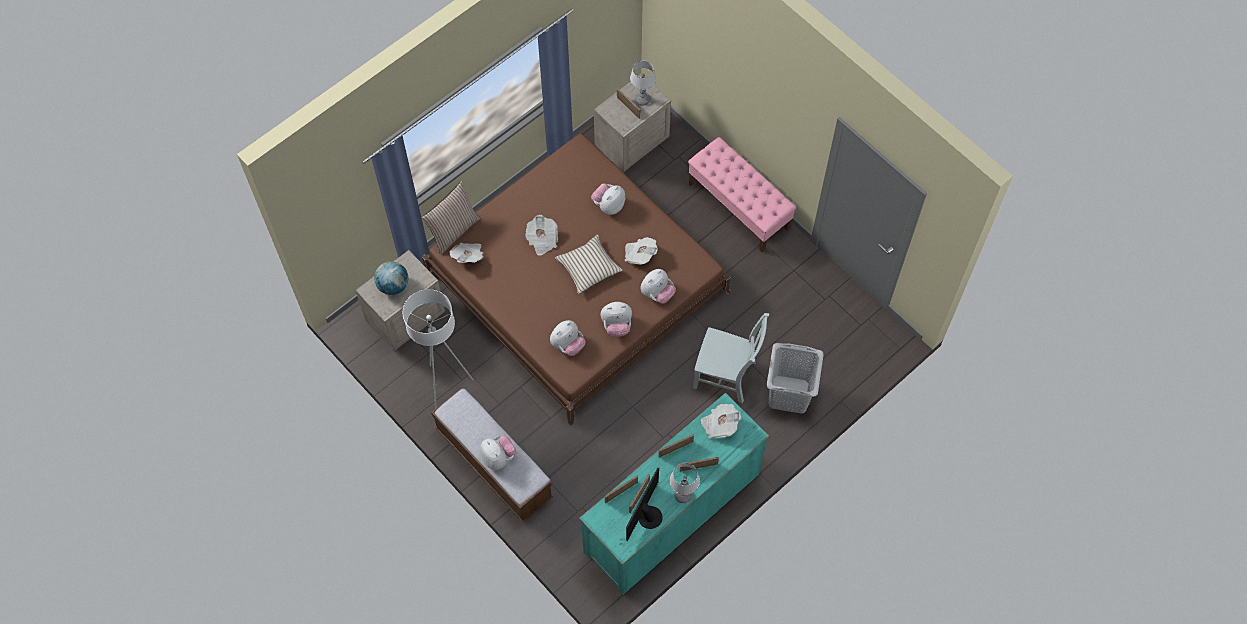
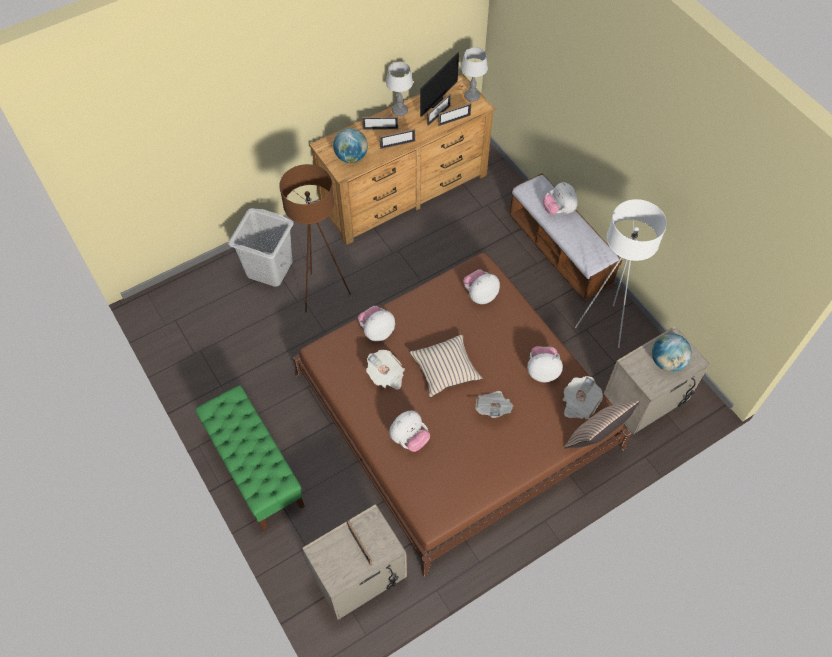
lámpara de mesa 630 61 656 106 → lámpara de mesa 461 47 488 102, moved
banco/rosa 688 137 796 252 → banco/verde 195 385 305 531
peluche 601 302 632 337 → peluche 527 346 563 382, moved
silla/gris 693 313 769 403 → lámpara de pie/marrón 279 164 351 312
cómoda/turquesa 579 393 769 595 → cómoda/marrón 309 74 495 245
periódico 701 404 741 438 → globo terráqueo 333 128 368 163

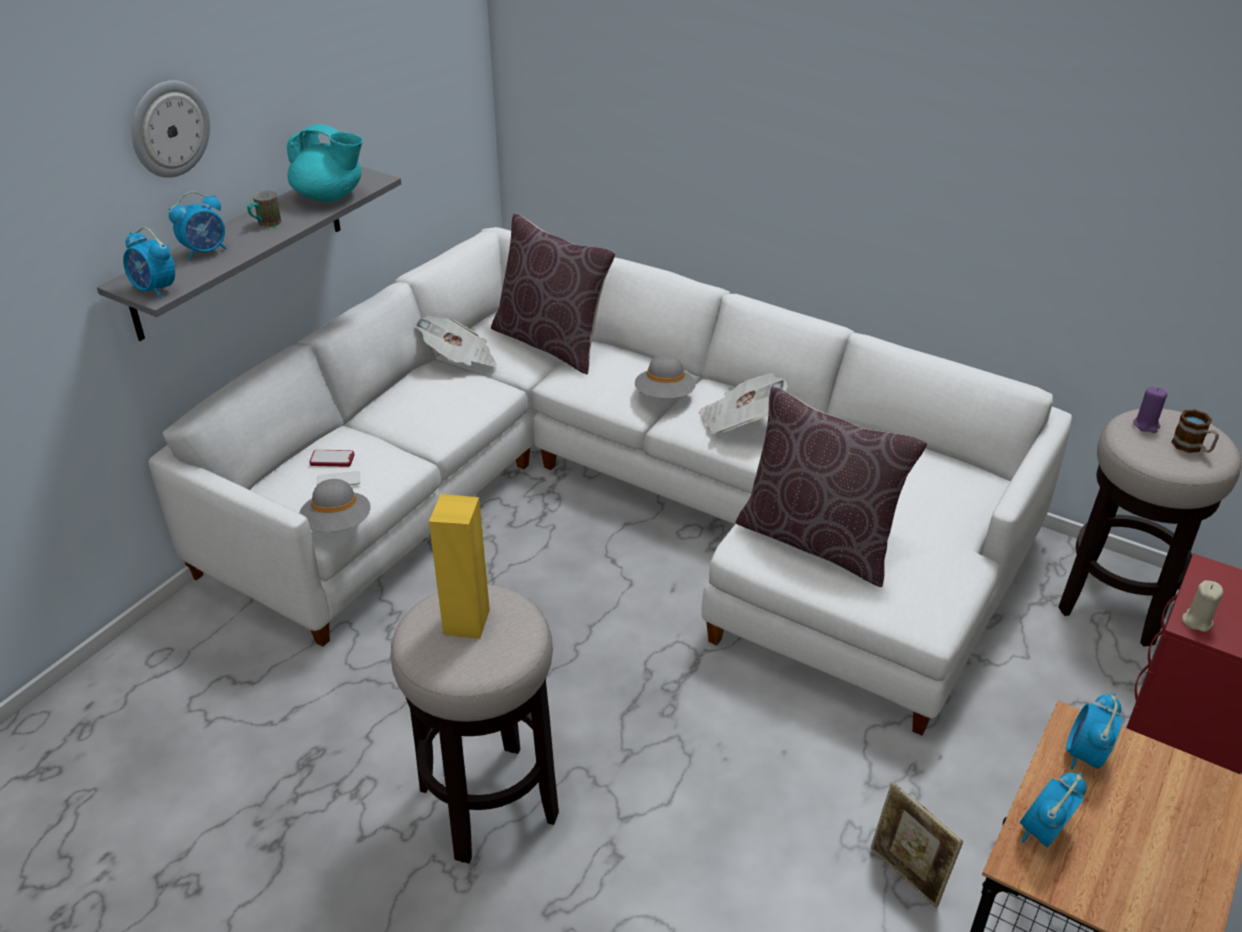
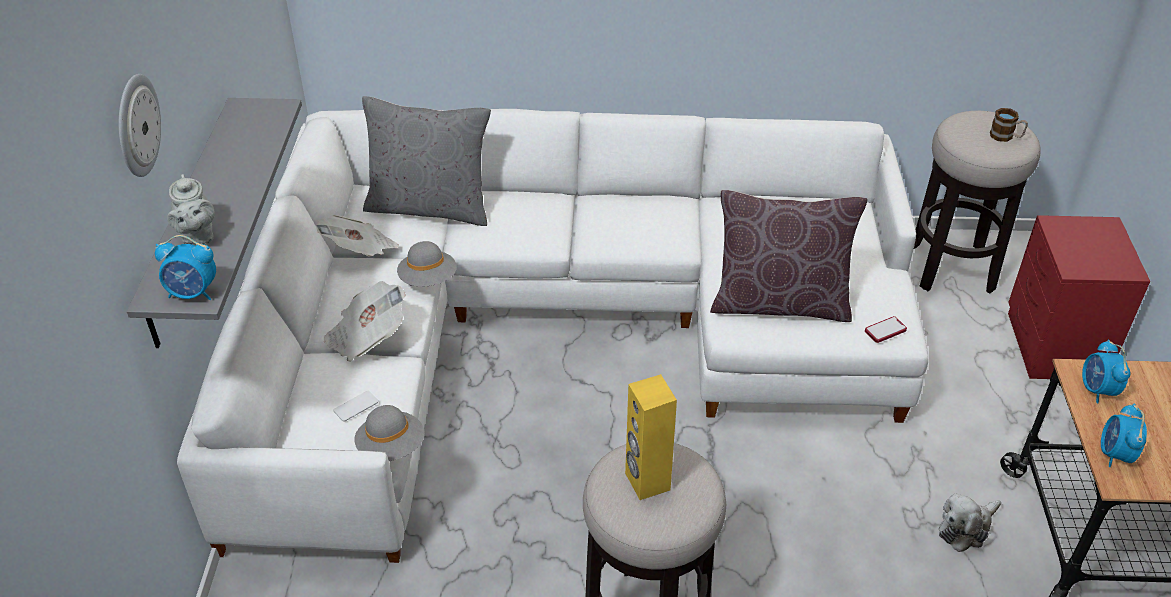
tetera/turquesa 287 124 363 202 → -
taza grande 247 191 281 228 → -
despertador 169 192 227 261 → tetera/gris 167 174 215 245
cojín/marrón 491 213 615 374 → cojín/gris 362 96 491 226
sombrero/gris 635 355 696 399 → sombrero/gris 397 241 457 287, moved
periódico 699 373 788 435 → periódico 324 281 406 362, moved
vela/morado 1133 387 1167 433 → -
móvil 309 450 354 467 → móvil 865 316 907 343, moved
vela/beis 1182 580 1223 632 → -
portarretratos 870 782 963 908 → peluche 939 493 1001 552

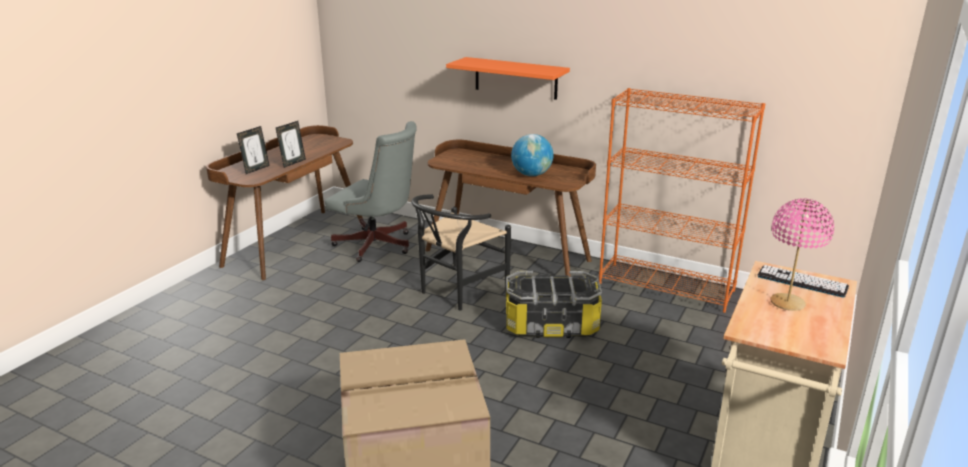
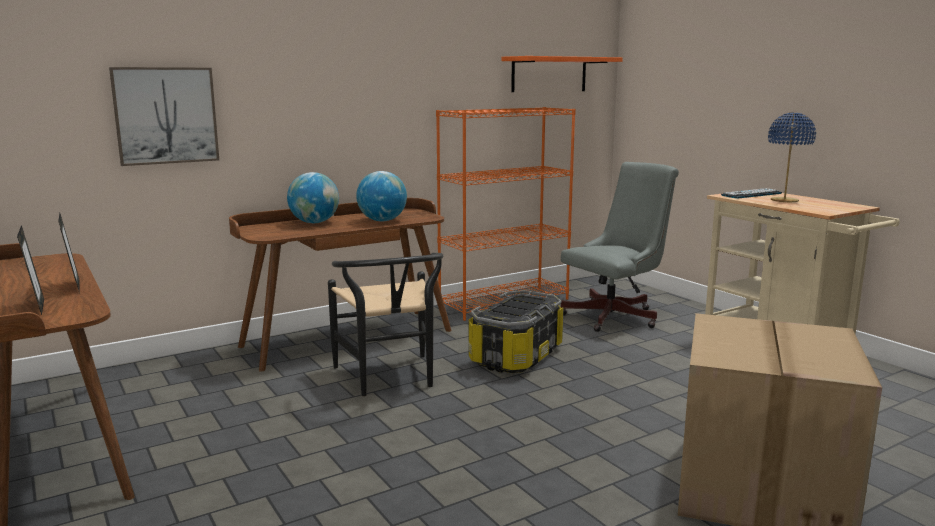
estante/naranja 446 57 570 100 → estante/naranja 501 56 623 92, moved
silla de oficina/gris 325 121 417 262 → silla de oficina/gris 561 162 679 332, moved
lámpara de mesa/rosa 770 198 834 311 → lámpara de mesa/azul 768 112 816 202
- → cuadro 109 67 219 166
- → globo terráqueo 287 172 339 223

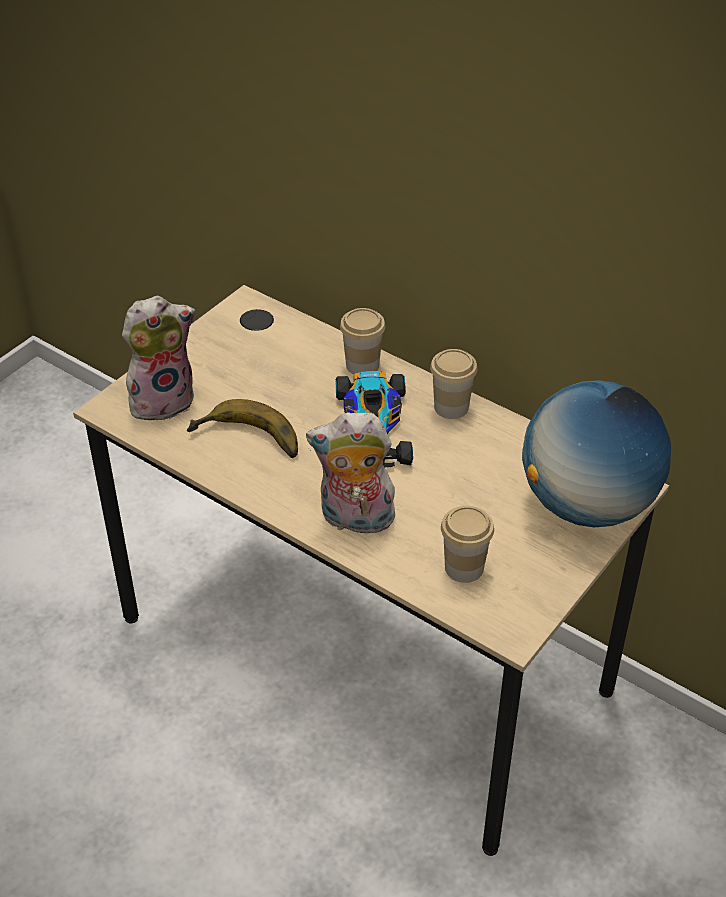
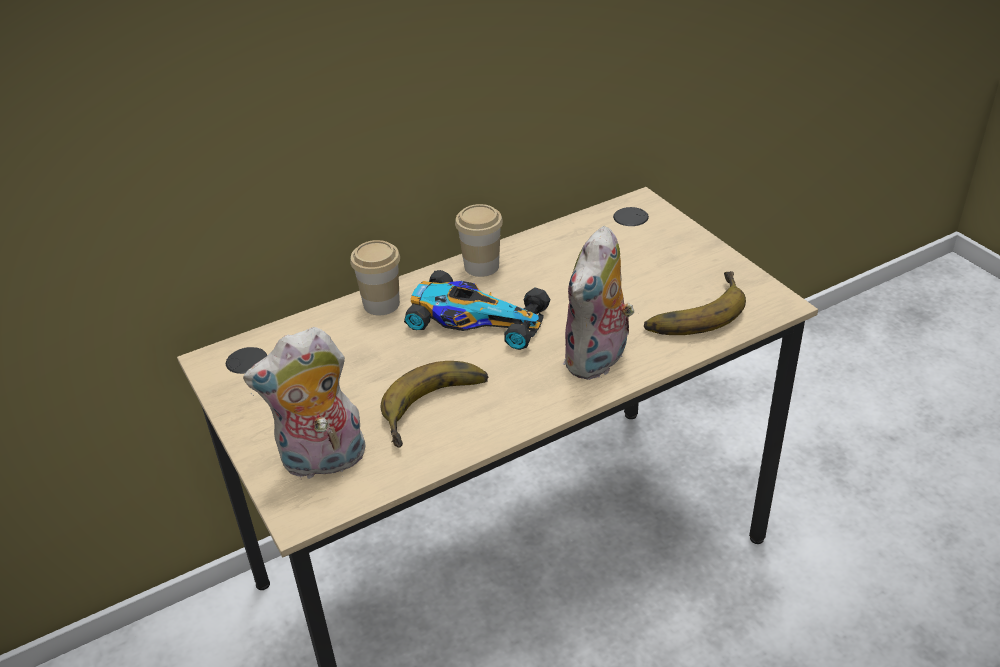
peluche 122 296 196 420 → peluche 243 327 366 479, 105 degrees counterclockwise
globo terráqueo 522 380 671 527 → -
taza 441 506 494 583 → plátano 644 271 746 335

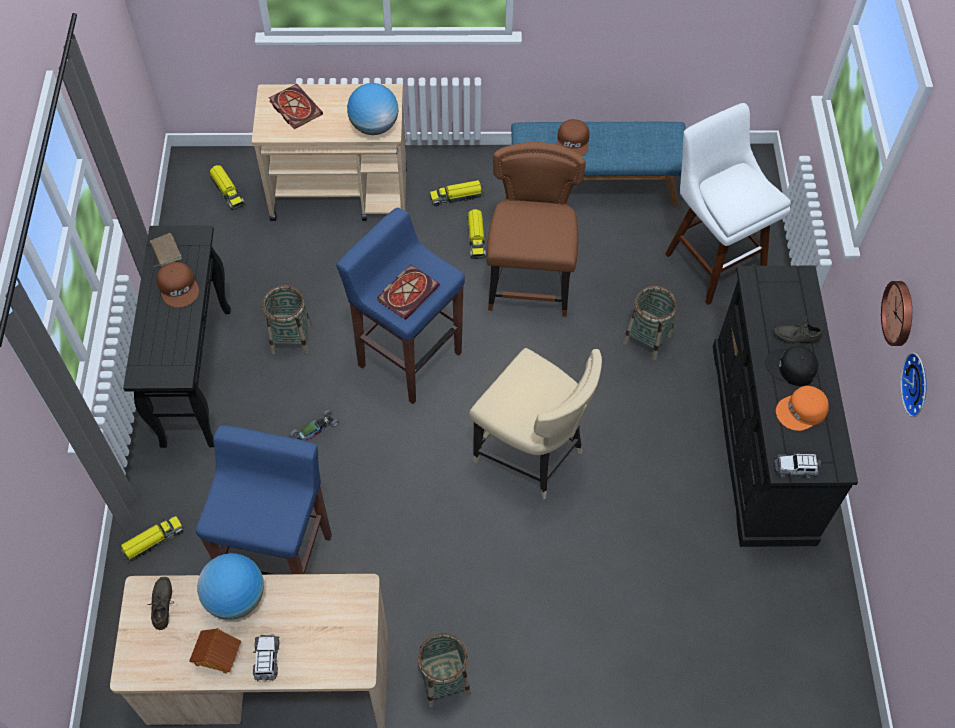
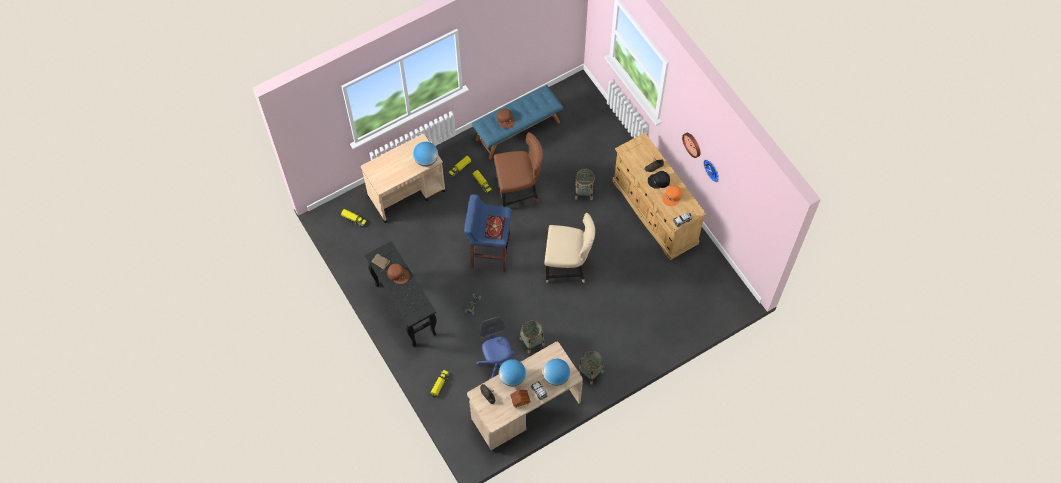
libro 269 84 323 129 → -
taburete/blanco 665 103 791 305 → -
silla/marrón 487 142 586 317 → silla/marrón 494 132 543 207, 105 degrees clockwise
cómoda/negro 713 265 858 547 → cómoda/beis 612 132 707 260
cesta 262 285 312 355 → cesta 520 320 545 354, moved
taburete/azul 196 425 332 575 → silla de oficina/azul 477 316 515 380
- → globo terráqueo 543 359 570 386

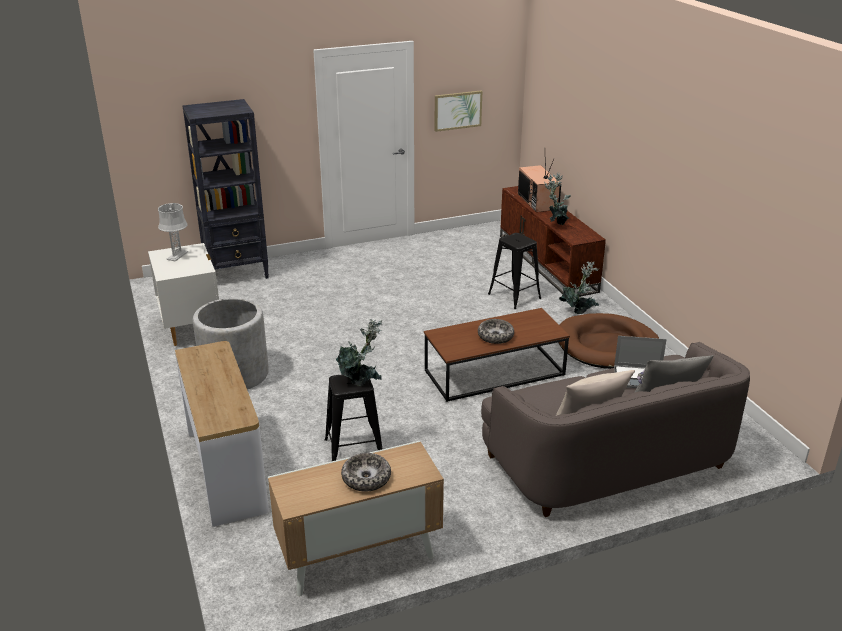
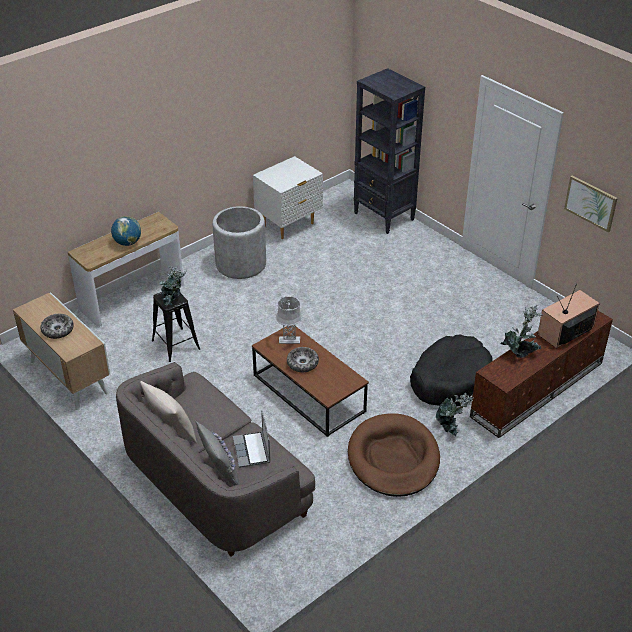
lámpara de mesa/gris 158 203 188 262 → lámpara de mesa/gris 276 296 302 344, moved
taburete/negro 488 233 541 309 → cama para perro/negro 410 334 493 406
- → globo terráqueo 111 216 141 246

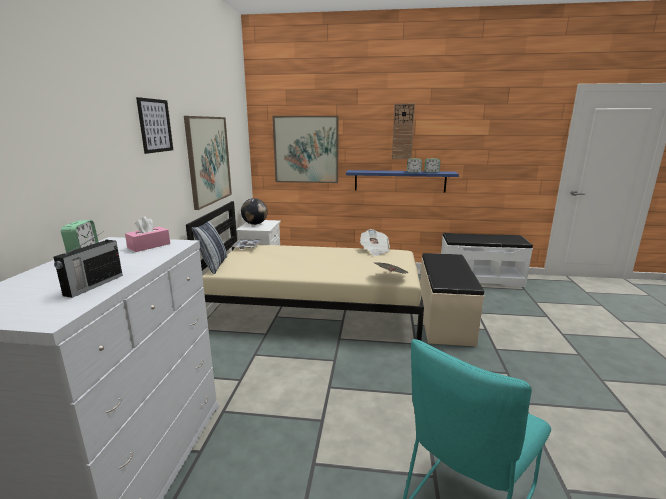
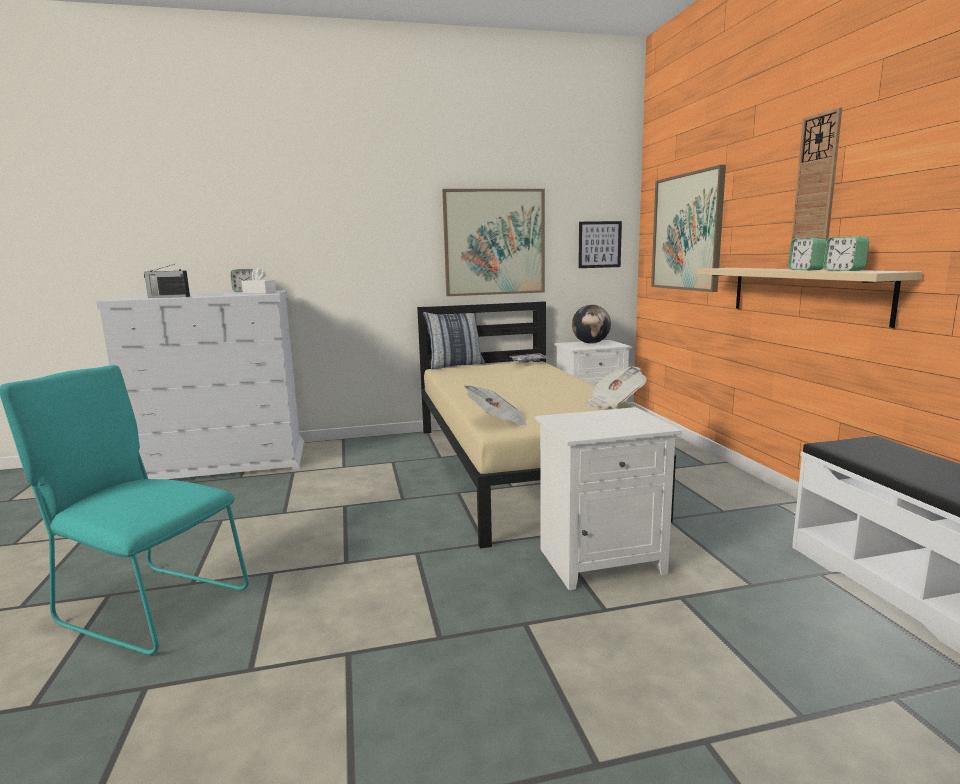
cuadro 136 97 173 154 → cuadro 578 221 622 268, moved
estante/azul 346 170 459 192 → estante/beis 697 268 922 328
caja de pañuelos/rosa 125 216 170 252 → caja de pañuelos/blanco 241 268 276 294
banco/beis 420 253 484 347 → mesita de noche/blanco 535 407 682 590

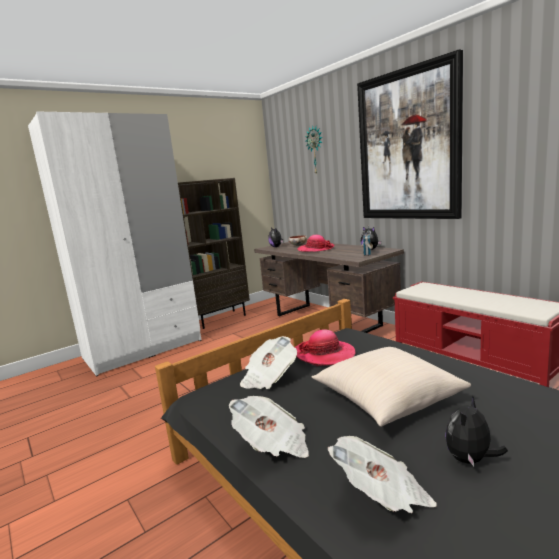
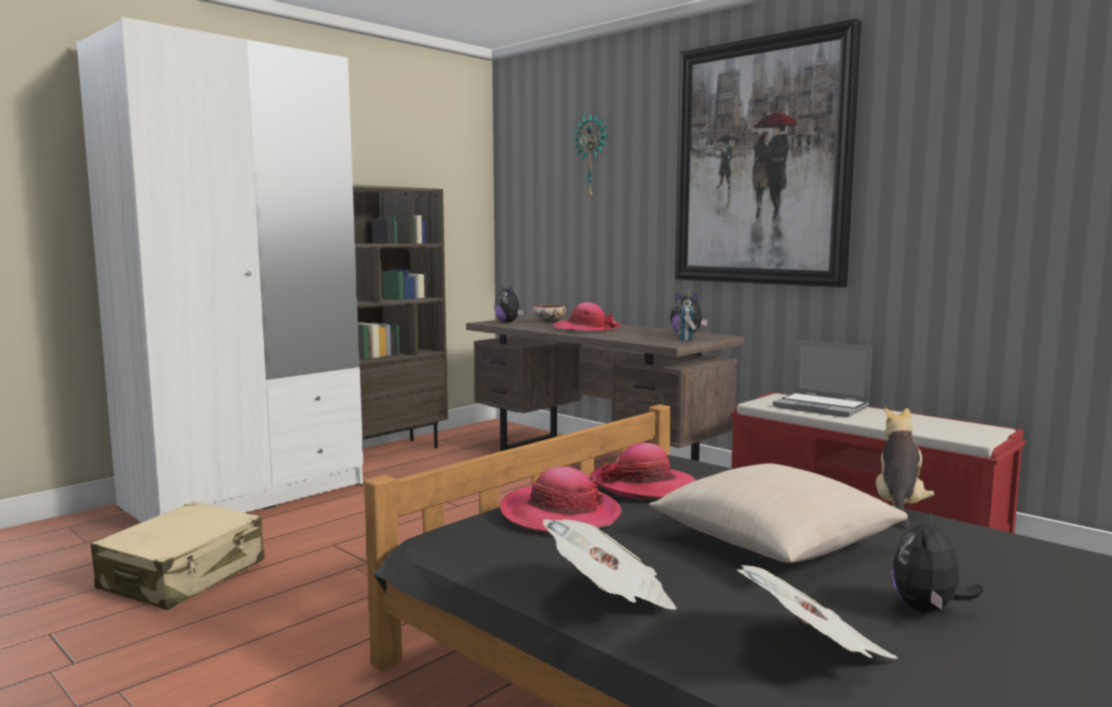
periódico 240 336 297 389 → sombrero 500 467 622 533
- → portátil 773 340 872 417
- → peluche 876 408 935 529
- → maleta/beis 91 502 264 610

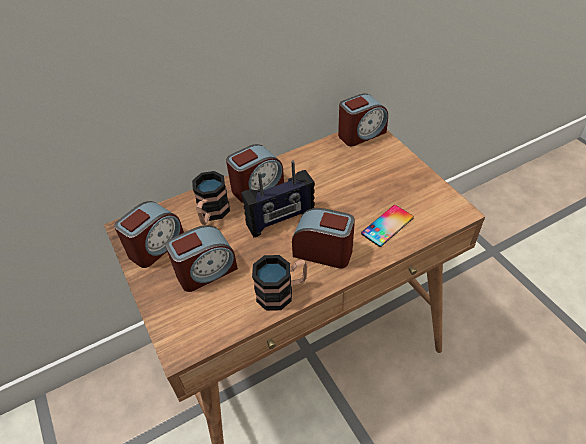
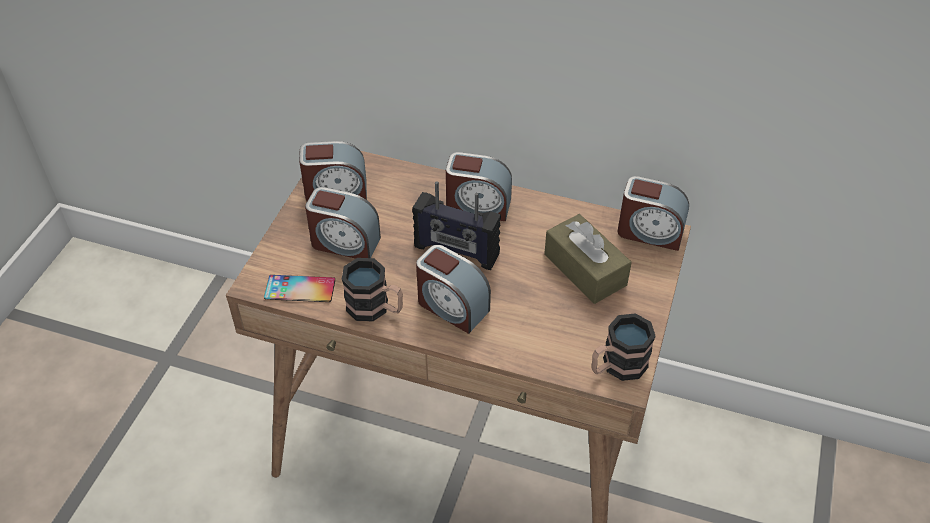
taza grande 192 171 230 225 → taza grande 591 313 656 381, moved
móvil 361 205 414 247 → móvil 264 275 335 302, moved
despertador 292 208 355 269 → despertador 416 245 491 334, 150 degrees clockwise
- → caja de pañuelos/marrón 544 214 632 304

